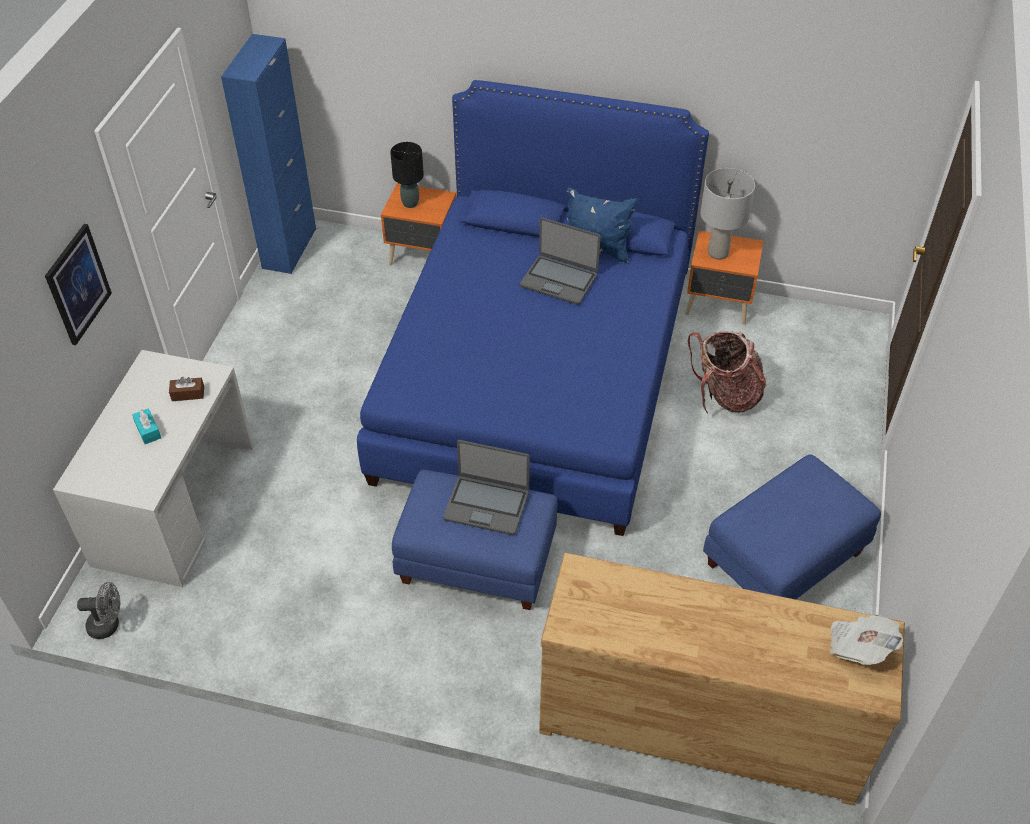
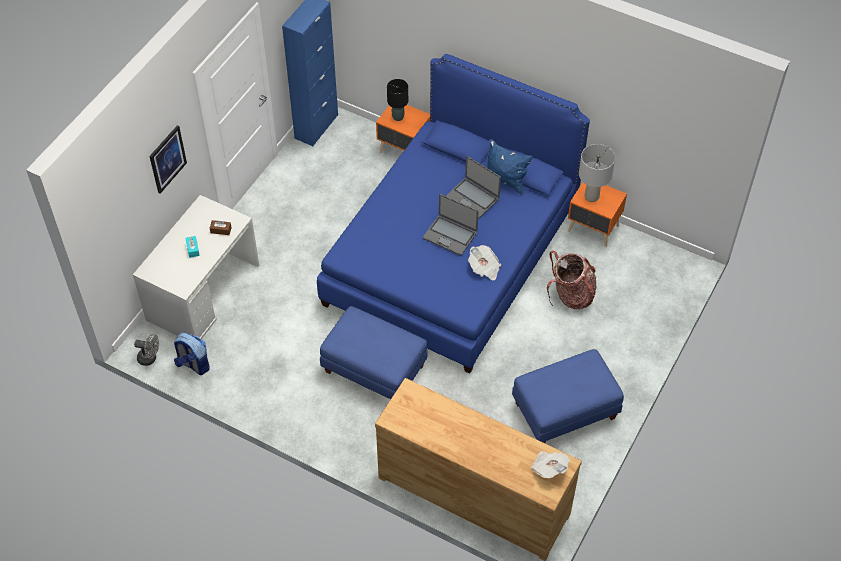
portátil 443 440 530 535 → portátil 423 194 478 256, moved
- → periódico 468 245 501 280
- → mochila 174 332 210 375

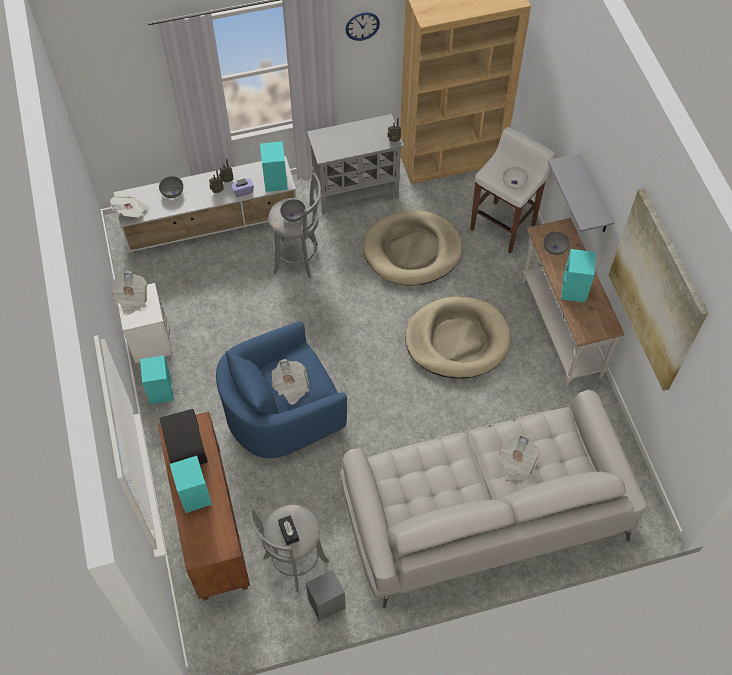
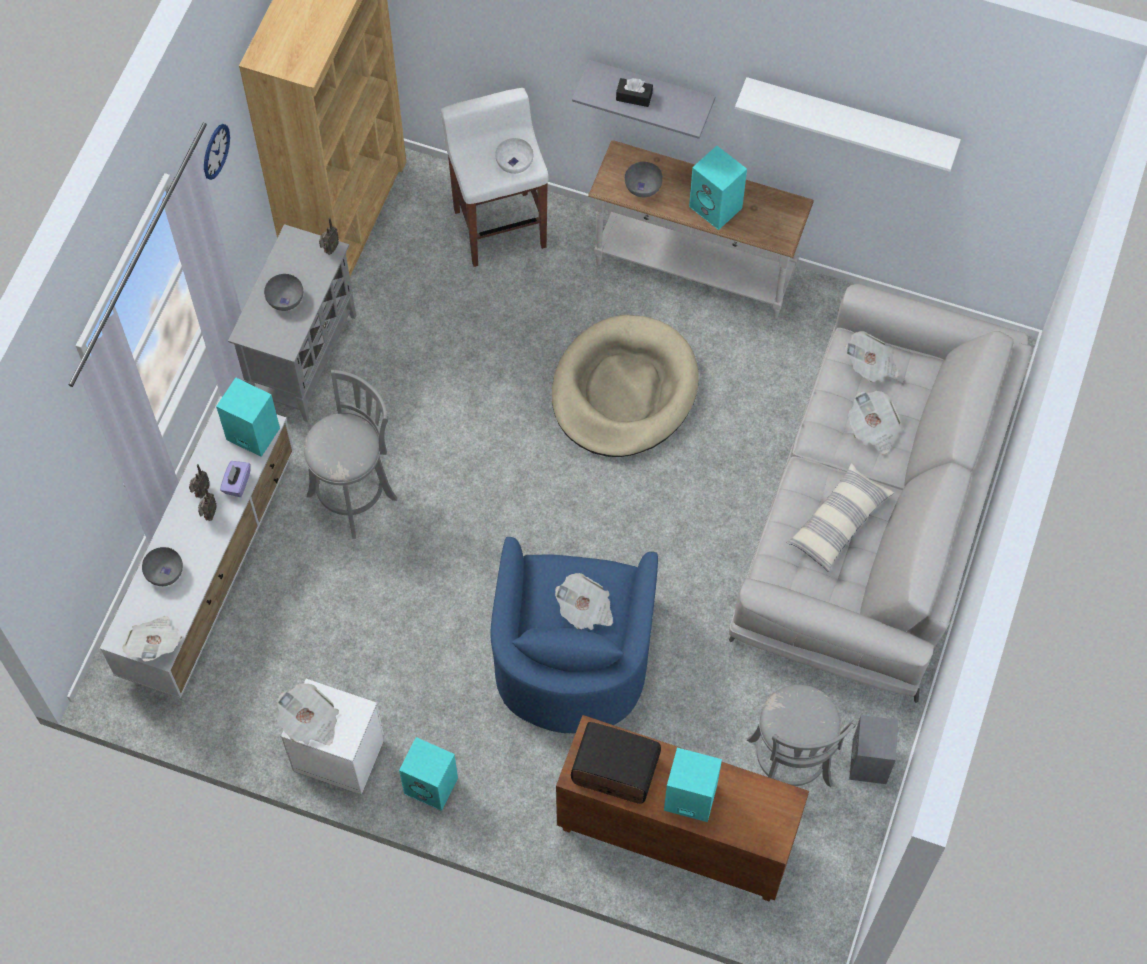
cuadro 609 188 709 391 → estante/blanco 735 77 961 172
cuenco/gris 281 199 305 222 → cuenco/gris 264 274 303 311, moved
cama para perro/beis 363 210 463 286 → -
caja de pañuelos/negro 278 515 299 545 → caja de pañuelos/negro 616 78 653 107, moved
- → periódico 845 331 899 383
- → cojín 787 463 894 572

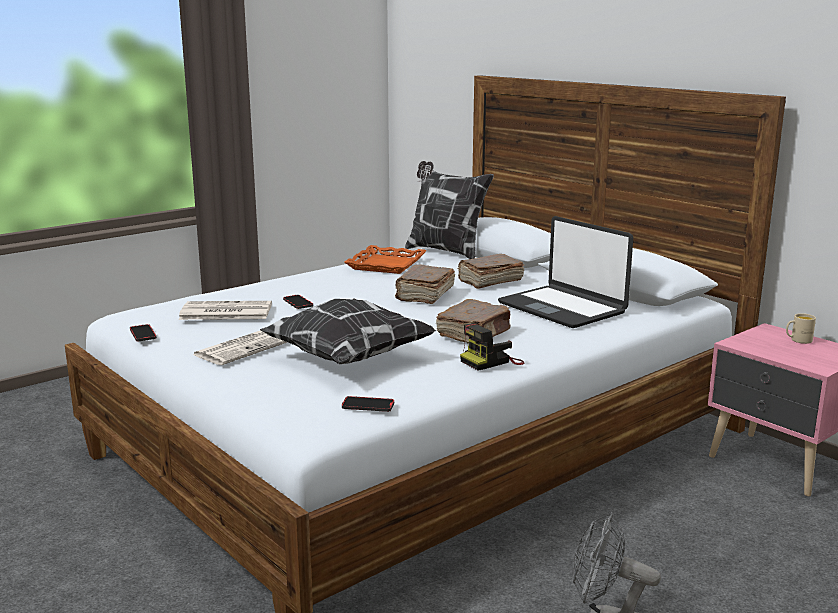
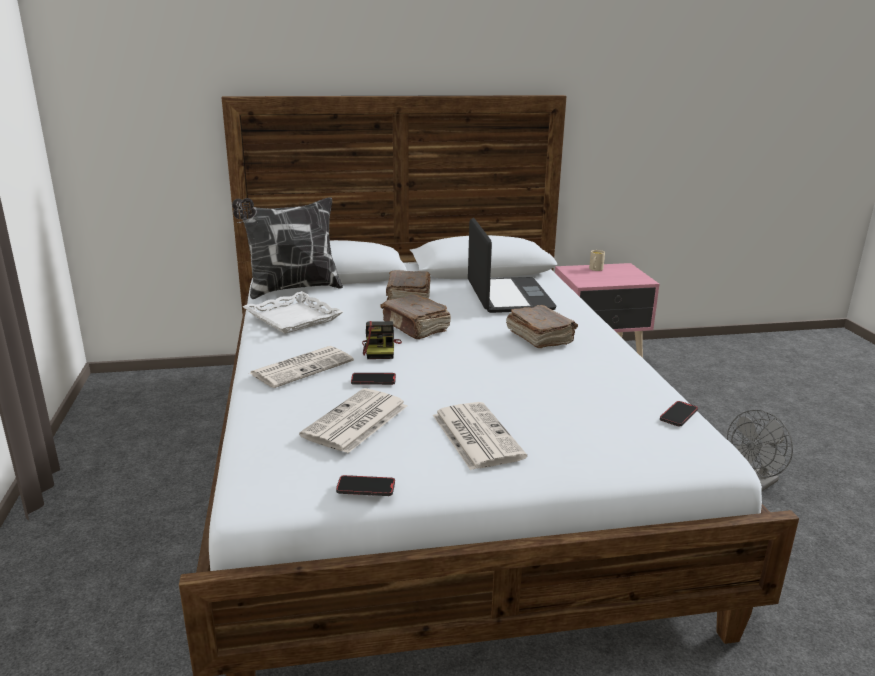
portátil 498 216 633 328 → portátil 468 218 556 313, 90 degrees counterclockwise
bandeja/naranja 344 245 426 274 → bandeja/blanco 243 291 343 334
cojín 260 298 436 364 → -
cámara 460 323 525 371 → cámara 362 321 402 359, moved
- → periódico 250 346 354 388

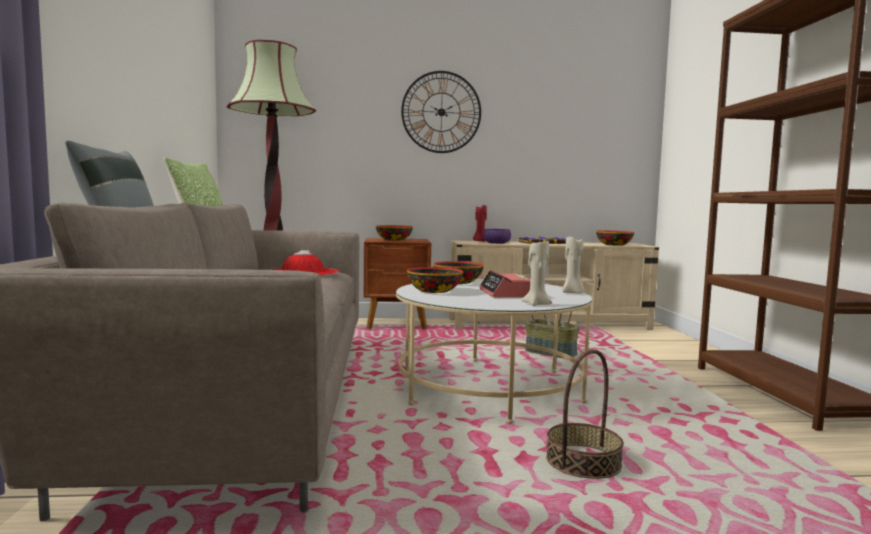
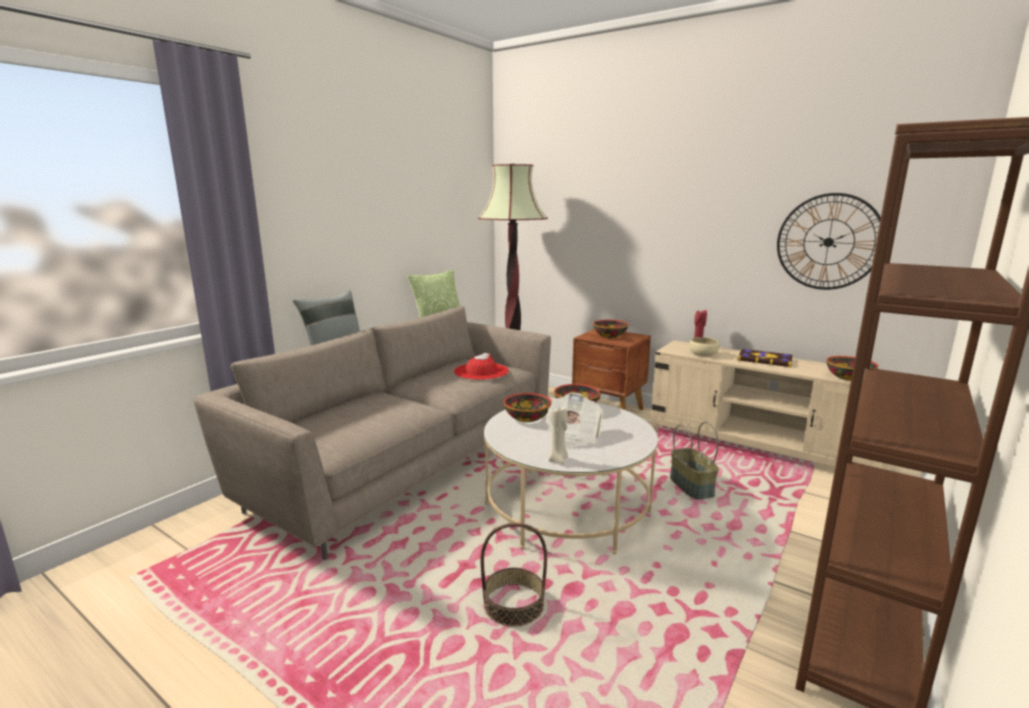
reloj de pared 401 71 481 153 → reloj de pared 777 193 881 290, moved
cuenco/morado 483 229 511 244 → cuenco/beis 689 337 719 357
vela/beis 562 237 585 293 → -
despertador 479 270 530 298 → periódico 544 393 604 449

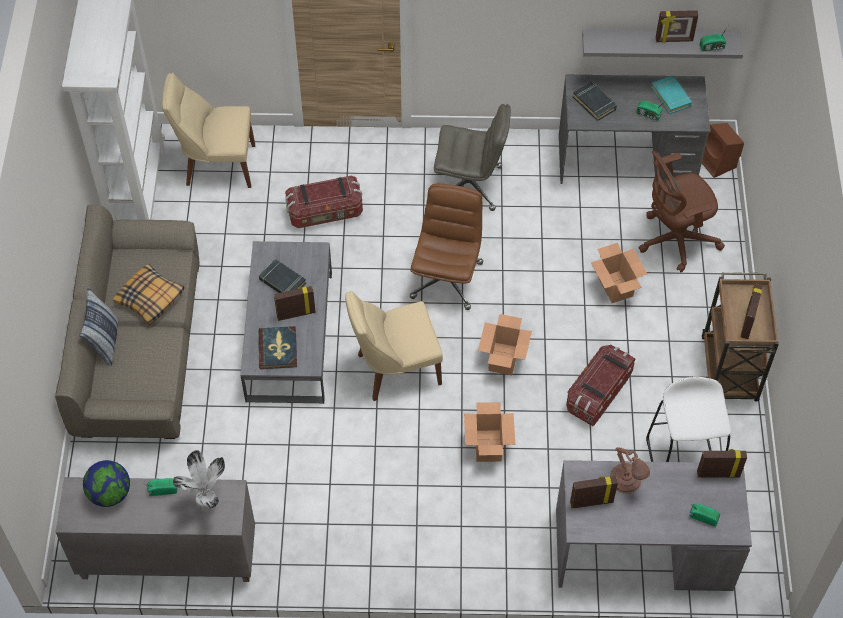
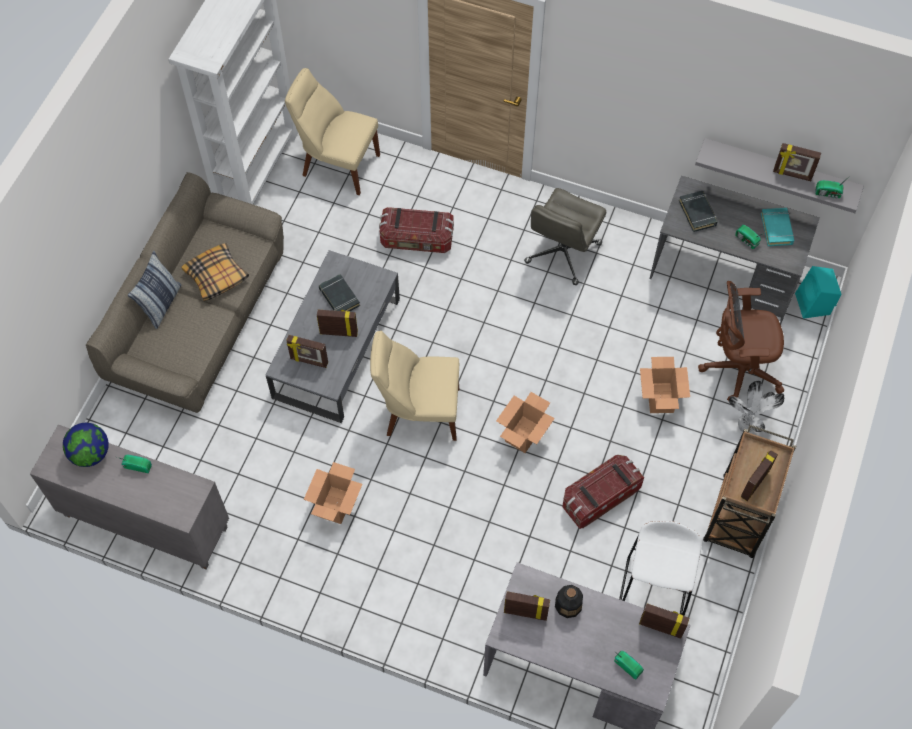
silla de oficina/gris 434 104 511 211 → silla de oficina/gris 524 188 606 285, 90 degrees clockwise
altavoz/marrón 702 123 744 178 → altavoz/turquesa 795 266 841 319
silla de oficina/marrón 410 183 483 310 → -
libro 259 326 297 369 → portarretratos 286 335 328 368
caja de cartón 464 402 515 462 → caja de cartón 304 462 362 524, moved
lámpara de mesa/marrón 610 447 650 494 → botella 555 585 583 618
planta en maceta 173 450 225 512 → planta en maceta 729 380 784 432, moved

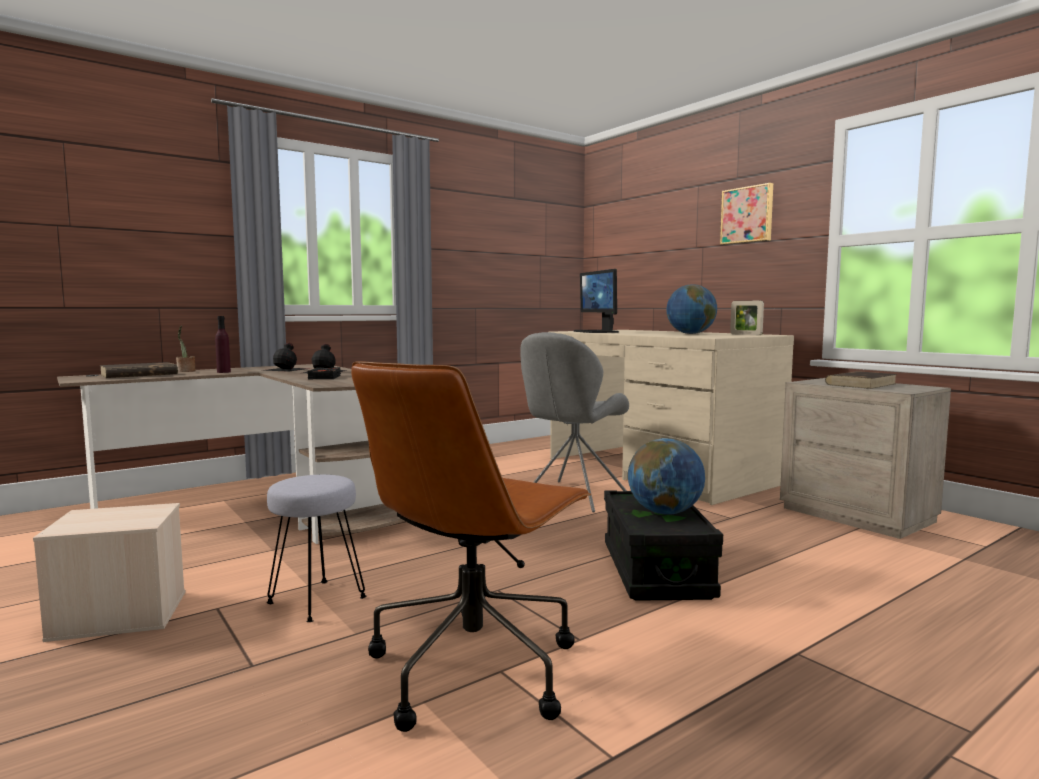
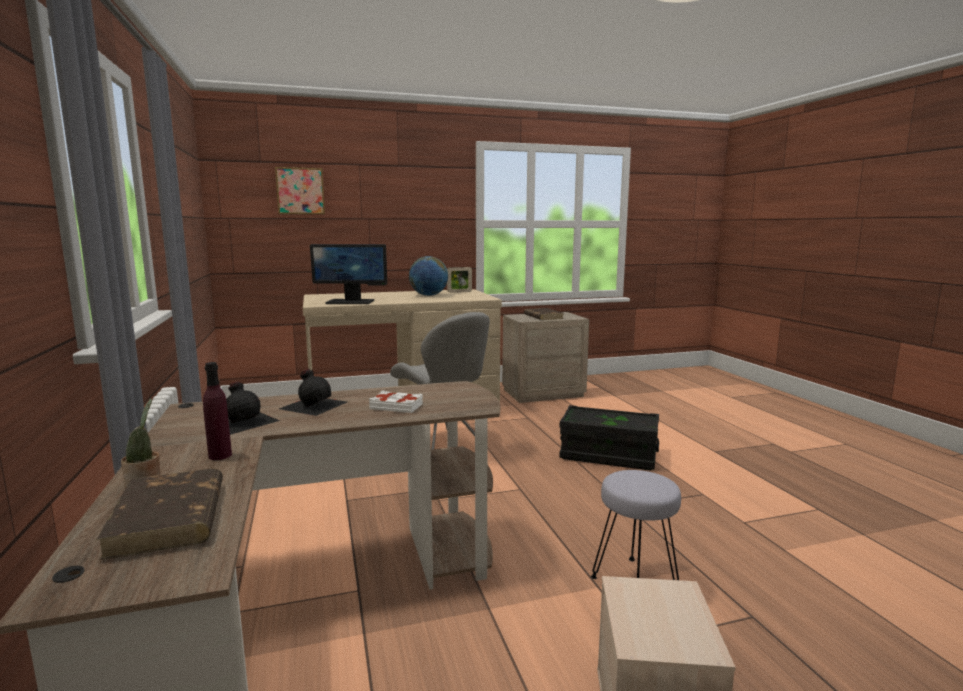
cuadro 720 183 773 245 → cuadro 275 167 325 214, moved
silla de oficina/marrón 351 361 591 732 → -
libro/negro 307 367 341 379 → libro/blanco 369 390 423 413
globo terráqueo 628 438 705 515 → -

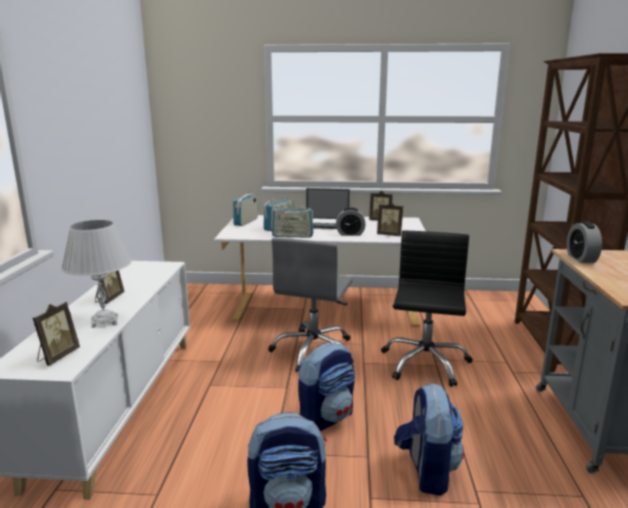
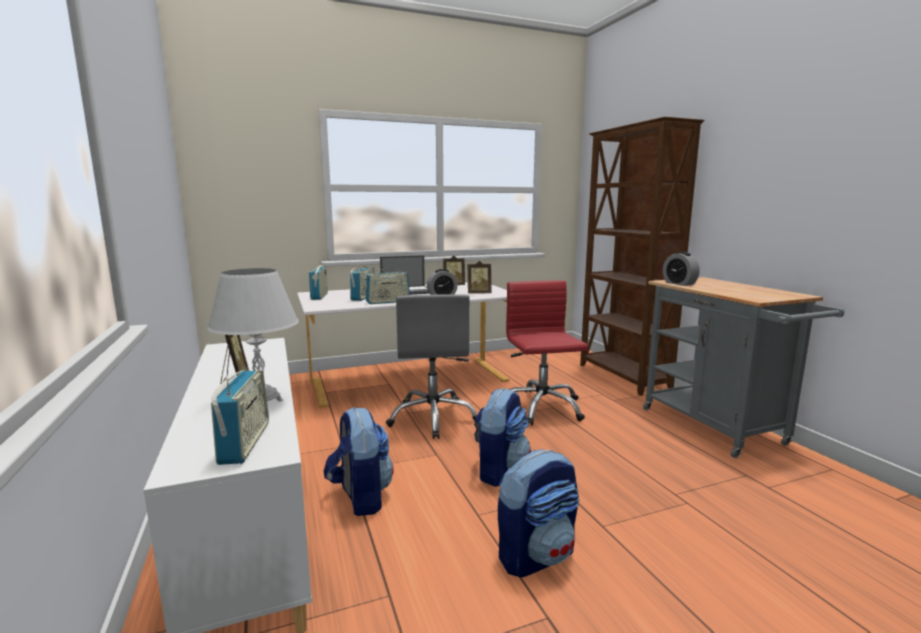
silla de oficina/negro 381 231 473 387 → silla de oficina/rojo 506 281 588 426
portarretratos 33 302 80 366 → radio 211 369 269 465
mochila 394 383 464 496 → mochila 324 407 393 516, moved

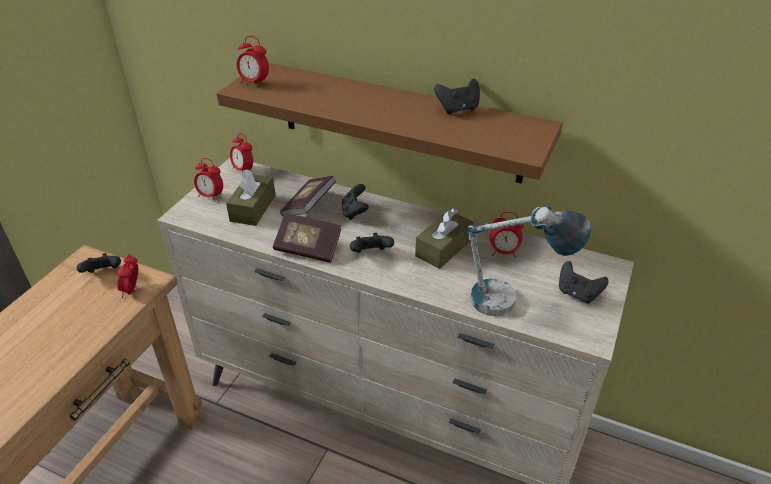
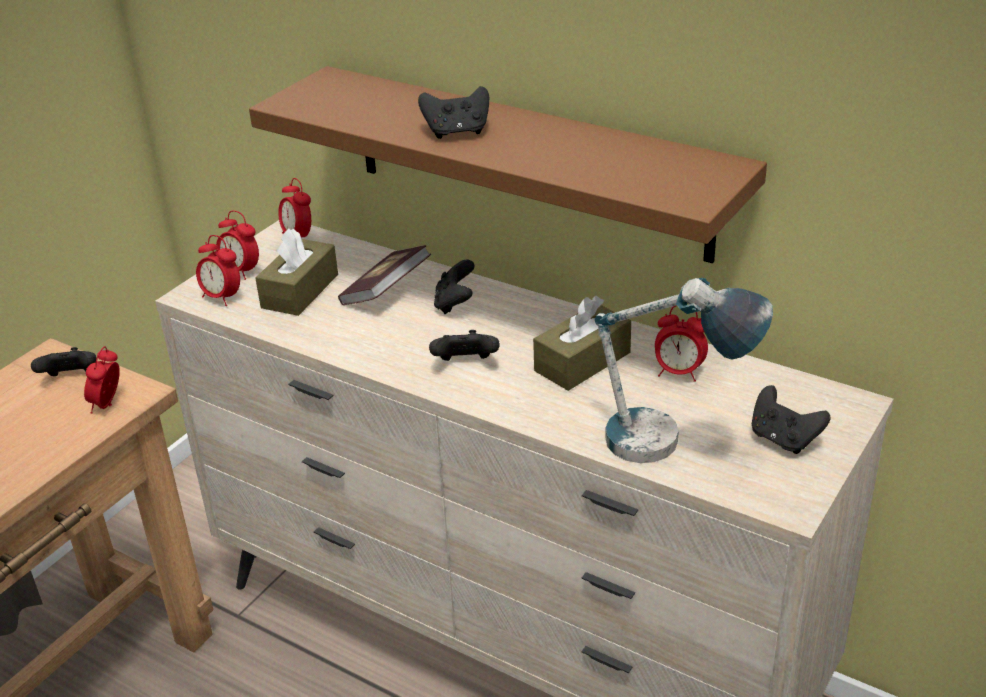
despertador 237 36 269 88 → despertador 196 235 240 306, moved
mando de consola/negro 434 79 480 115 → mando de consola/negro 418 86 489 139, moved
libro 273 213 342 263 → -

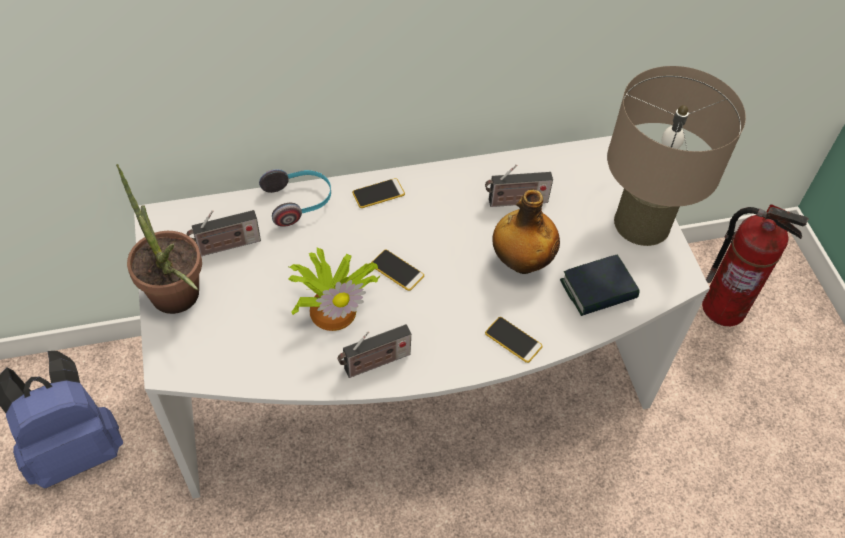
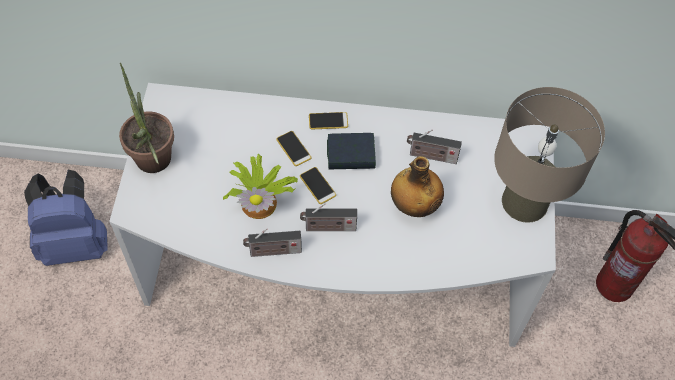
auriculares 259 169 331 227 → -
radio 187 210 261 256 → radio 300 204 357 231, moved
libro 560 255 640 316 → libro 327 133 376 170, moved
móvil 485 317 543 363 → móvil 276 131 312 166, moved

